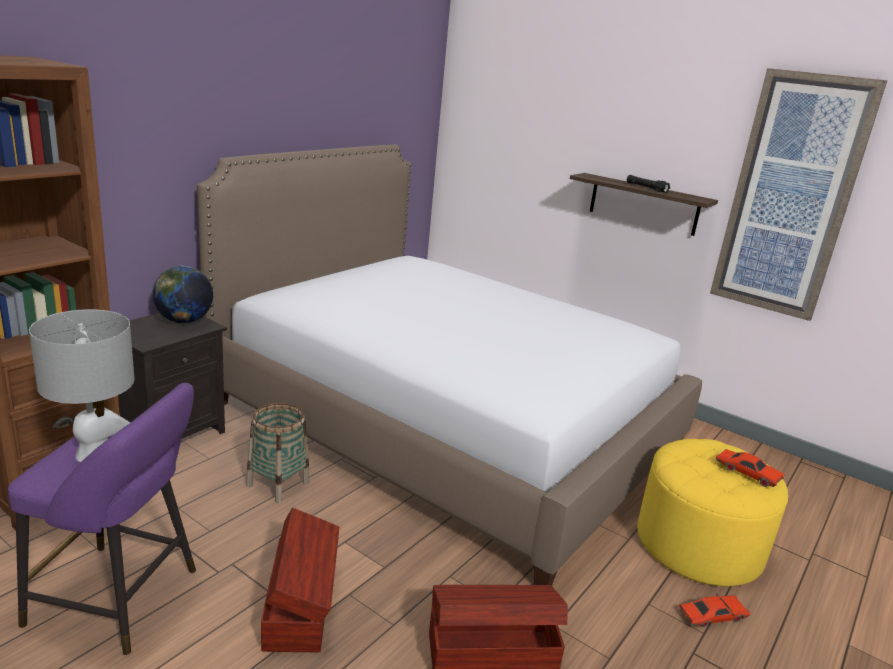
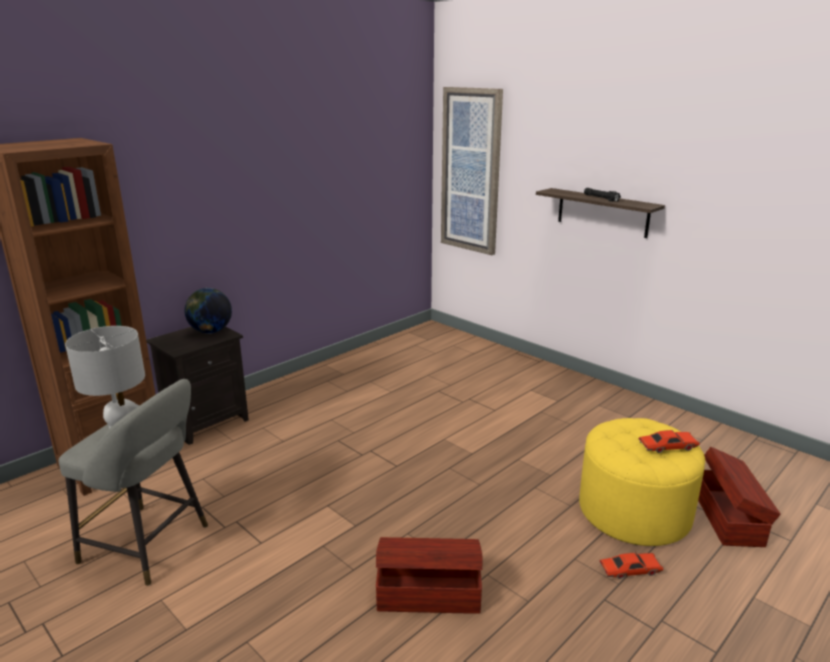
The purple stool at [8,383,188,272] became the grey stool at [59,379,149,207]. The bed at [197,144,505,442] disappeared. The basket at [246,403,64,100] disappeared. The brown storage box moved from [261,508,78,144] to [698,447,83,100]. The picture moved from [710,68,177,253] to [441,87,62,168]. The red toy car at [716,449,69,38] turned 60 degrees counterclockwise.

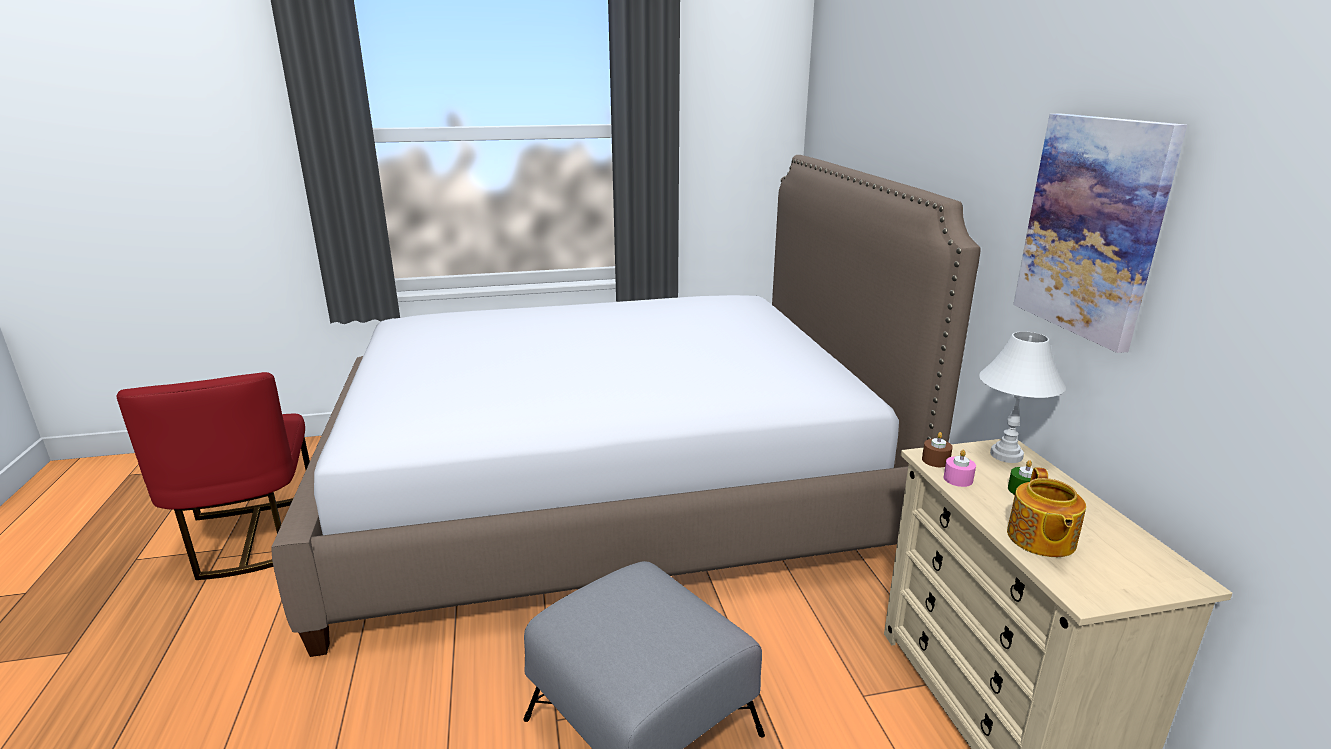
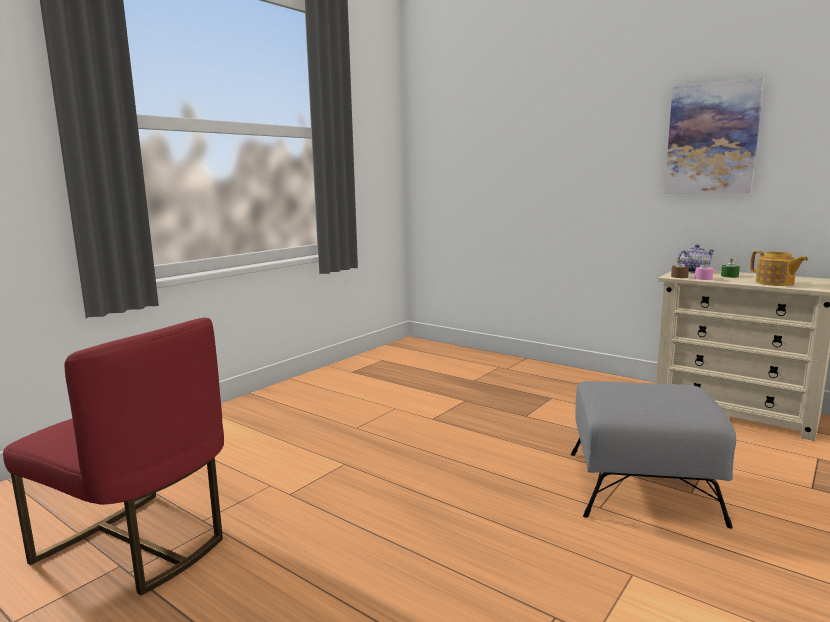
The bed at [271,155,710,502] disappeared. The white table lamp at [979,331,87,132] was replaced by the teapot at [677,244,38,28].

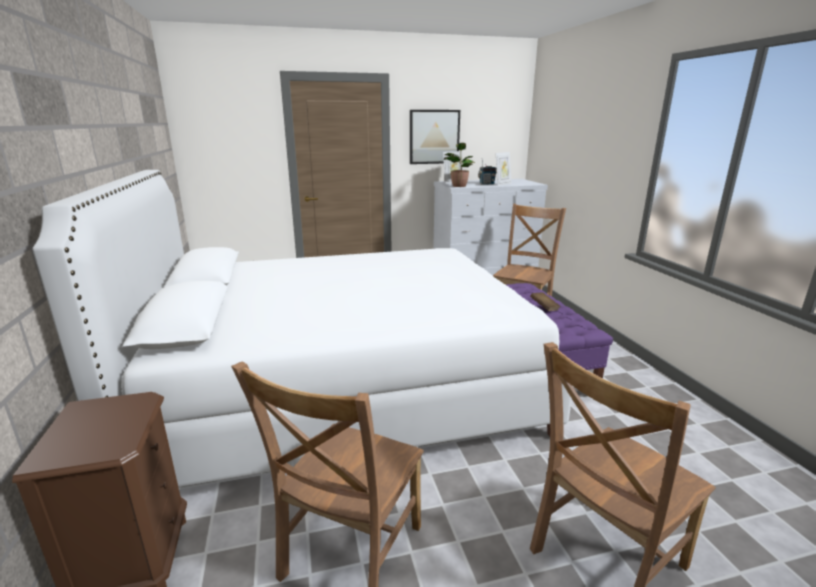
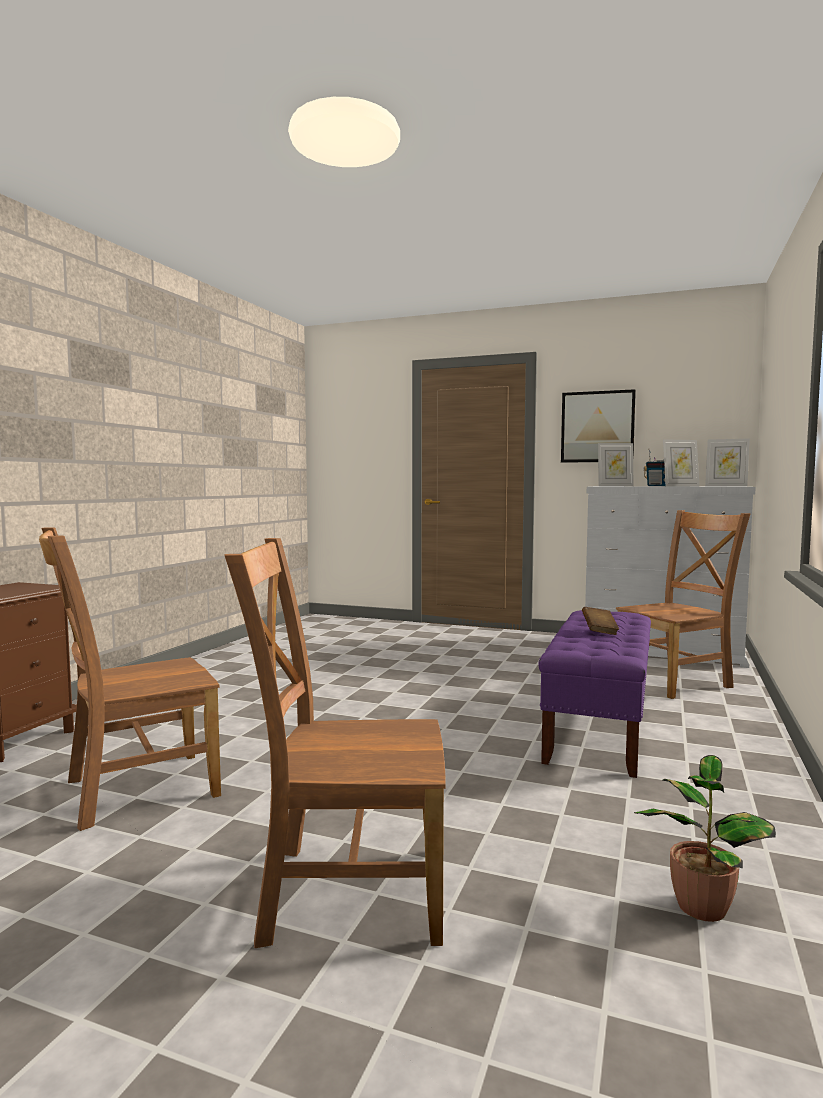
The white bed at [32,170,542,317] disappeared. The potted plant moved from [444,143,31,44] to [634,755,142,167]. The picture frame at [705,438,45,48] appeared.

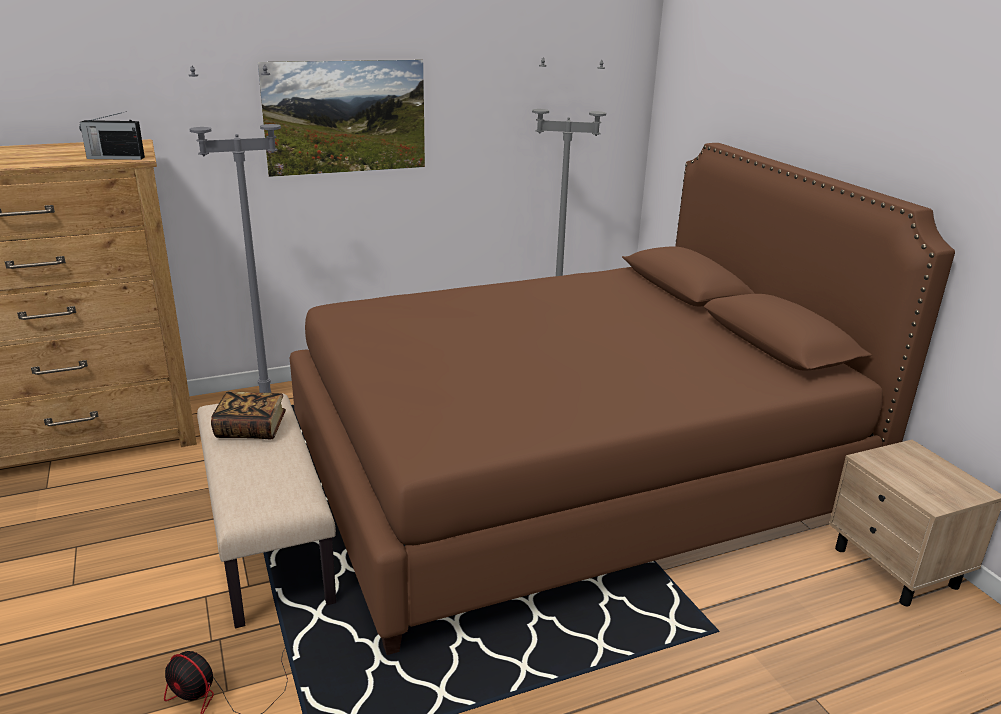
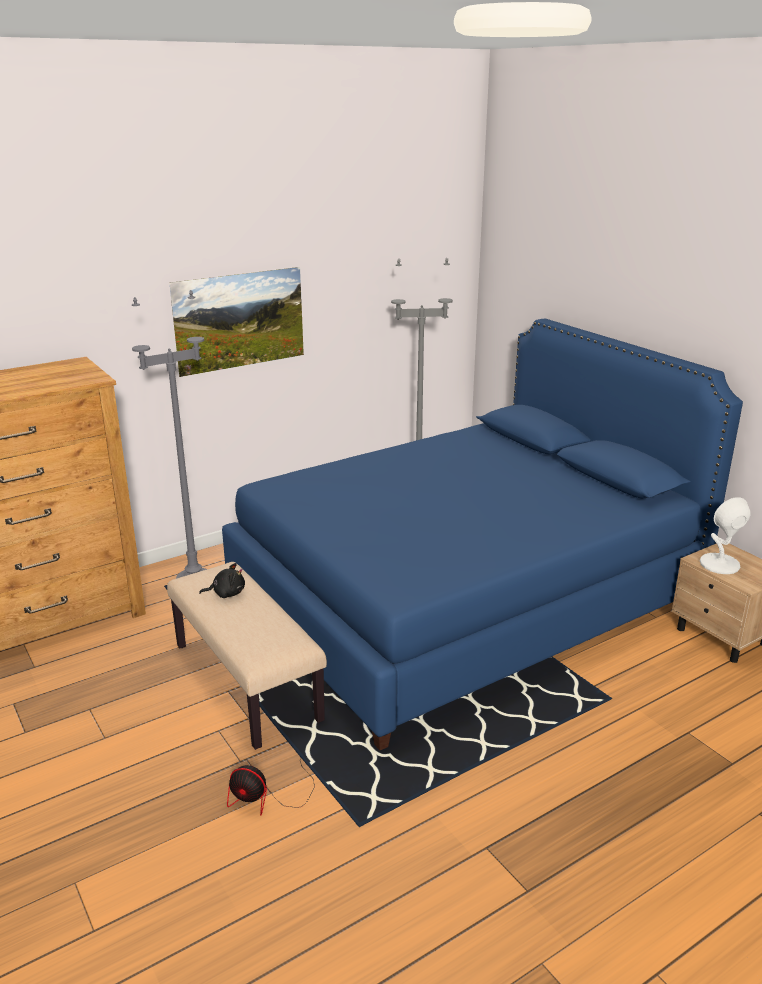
The radio at [79,111,66,49] disappeared. The book at [211,391,75,49] was replaced by the black plush toy at [199,563,46,35]. The brown bed at [290,143,665,512] became the blue bed at [222,319,521,431]. The white table lamp at [700,497,51,77] appeared.

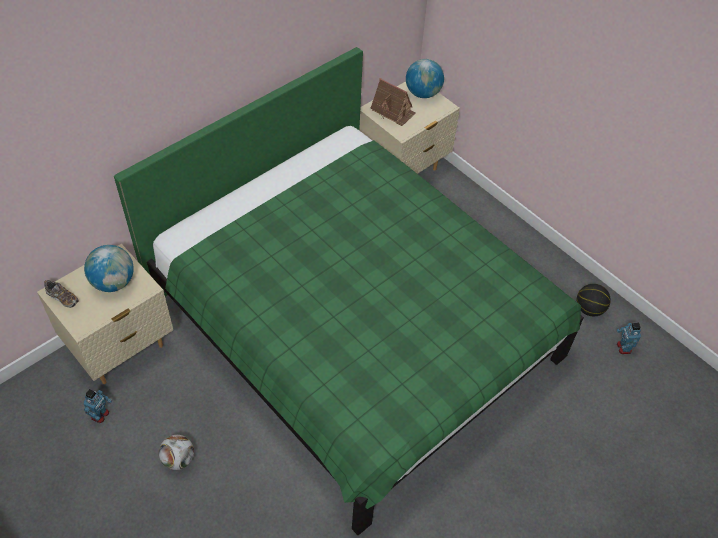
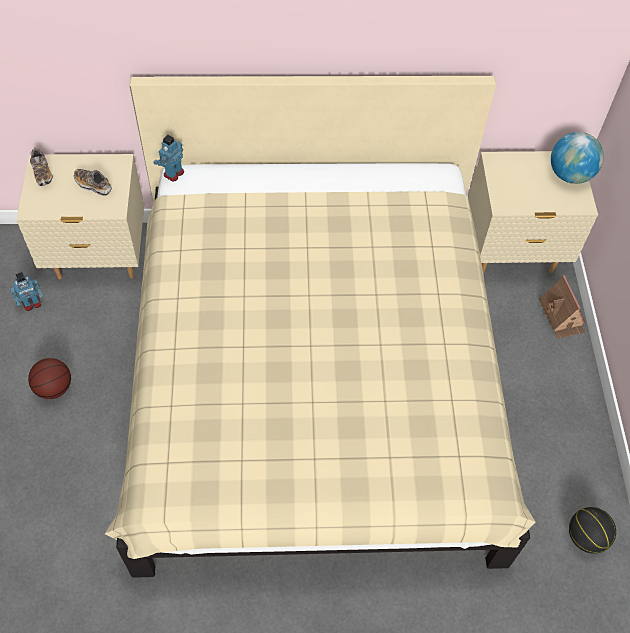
The globe at [84,245,50,47] was replaced by the shoe at [74,169,38,27]. The green bed at [114,47,470,488] became the beige bed at [105,76,430,502]. The football at [159,435,35,35] was replaced by the basketball at [28,358,43,41]. The toy house moved from [370,78,46,48] to [539,275,47,63]. The toy robot moved from [617,322,24,32] to [153,135,31,47].

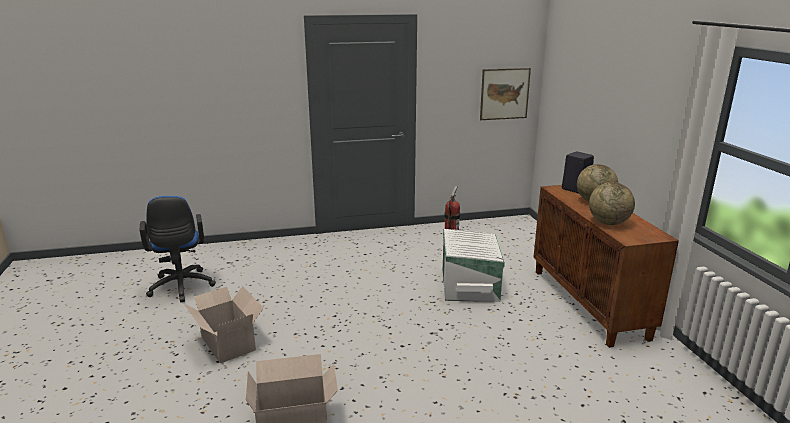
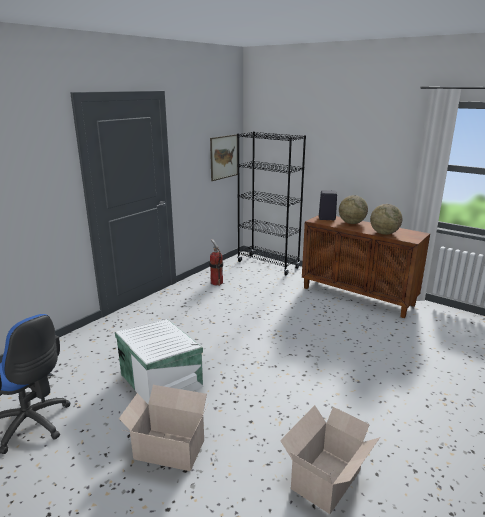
The white storage box moved from [443,229,62,73] to [115,319,88,85]. The black bookcase at [237,131,69,144] appeared.

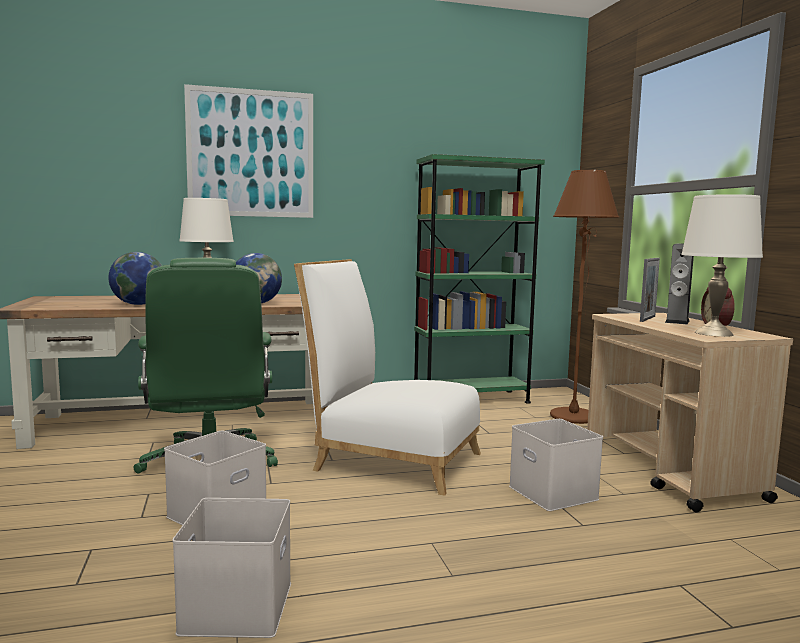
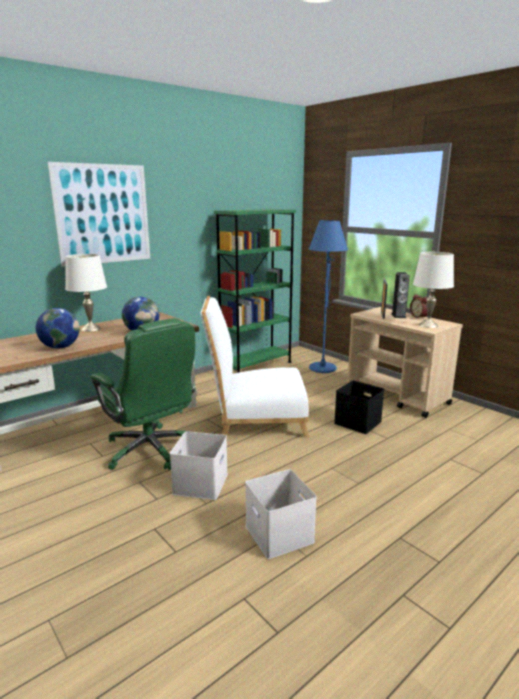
The white storage box at [509,419,94,92] became the black storage box at [334,380,50,54]. The brown floor lamp at [550,170,69,254] became the blue floor lamp at [309,220,39,153].

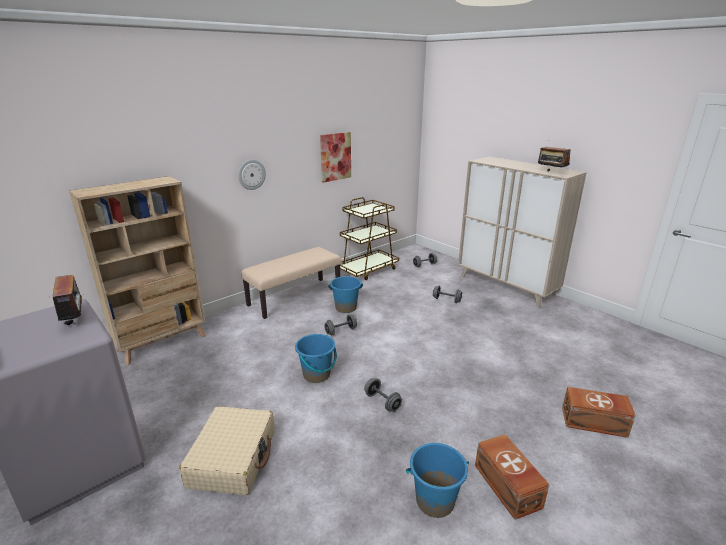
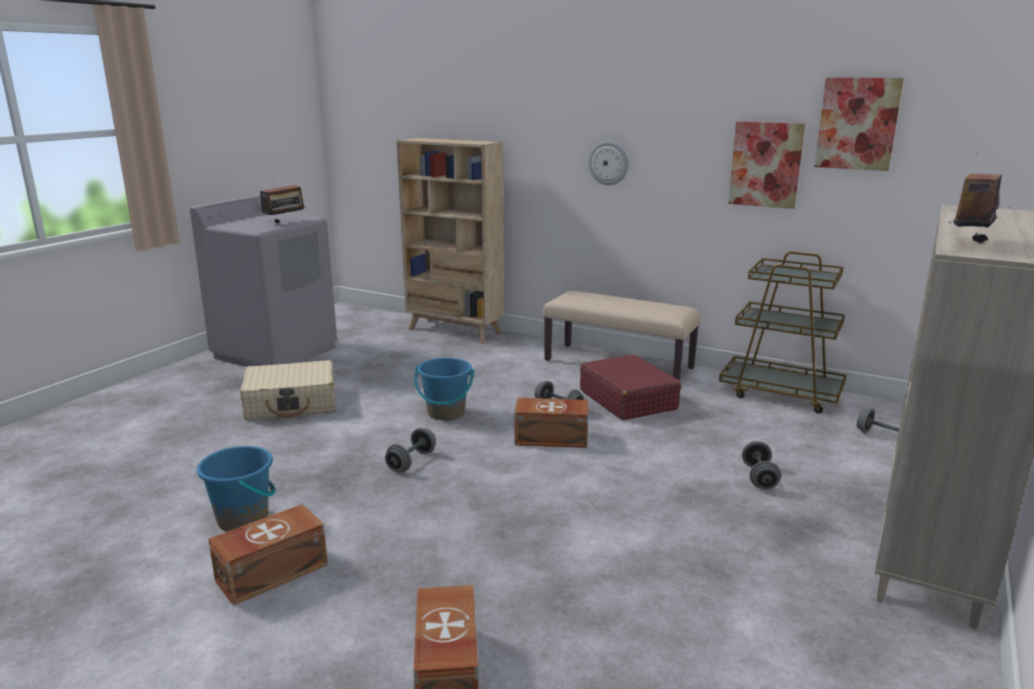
The blue bucket at [328,276,35,37] was replaced by the red suitcase at [580,354,101,66]. The brown storage box at [514,398,74,50] appeared. The picture at [814,78,90,93] appeared.

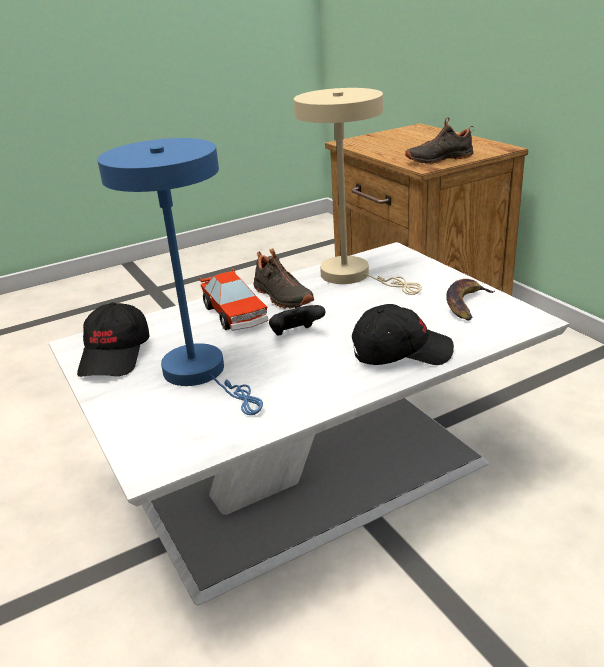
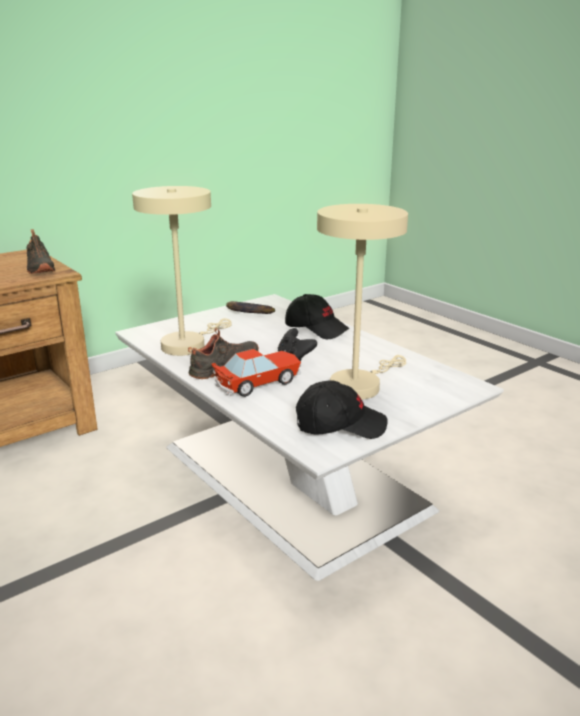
The blue table lamp at [97,138,166,277] became the beige table lamp at [317,204,91,196]. The black cap at [352,304,102,61] turned 135 degrees clockwise.

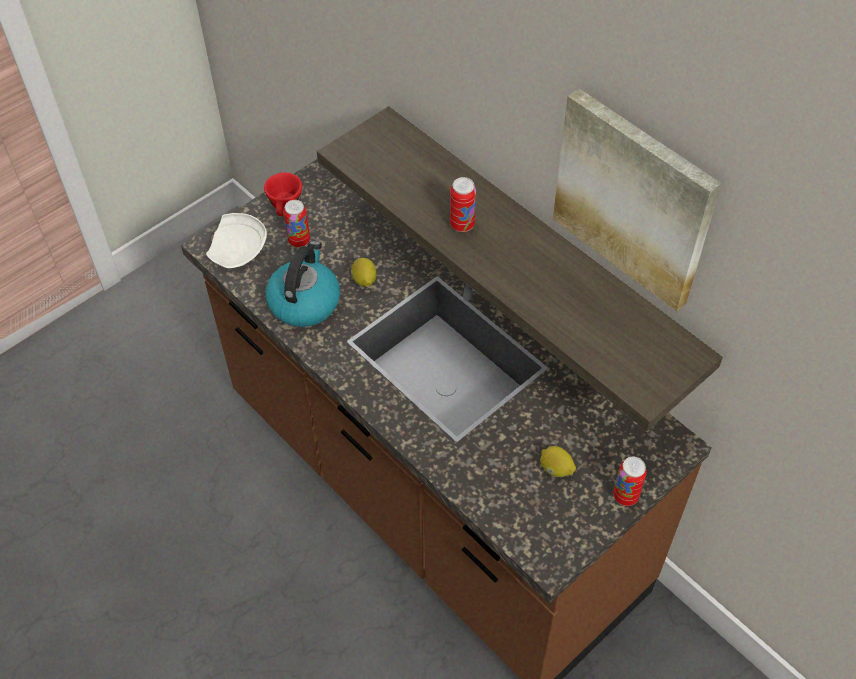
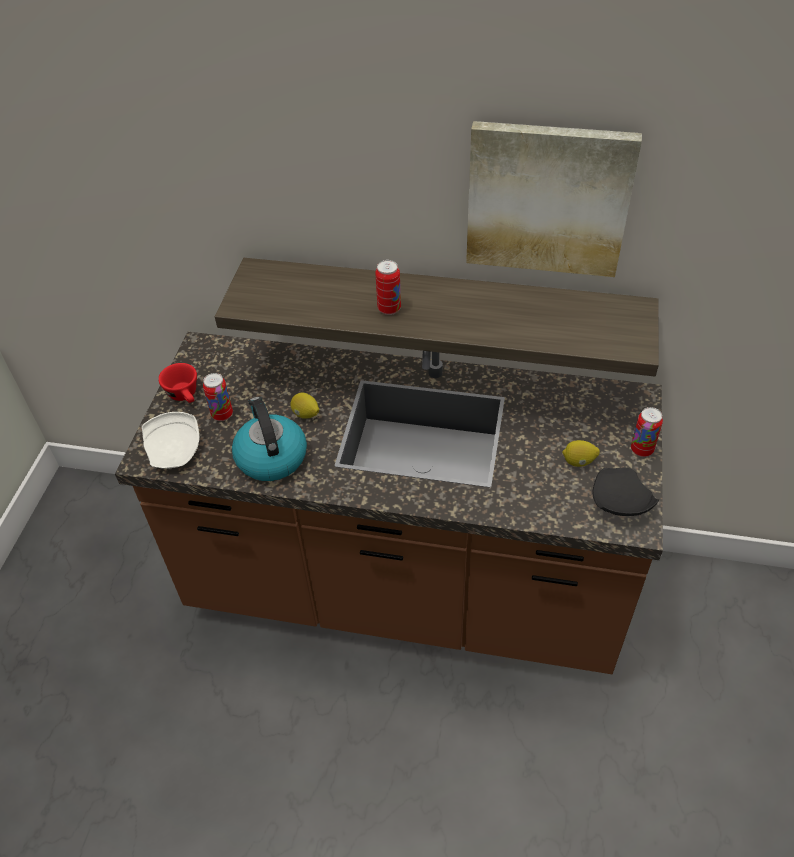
The black plate at [592,468,67,48] appeared.

